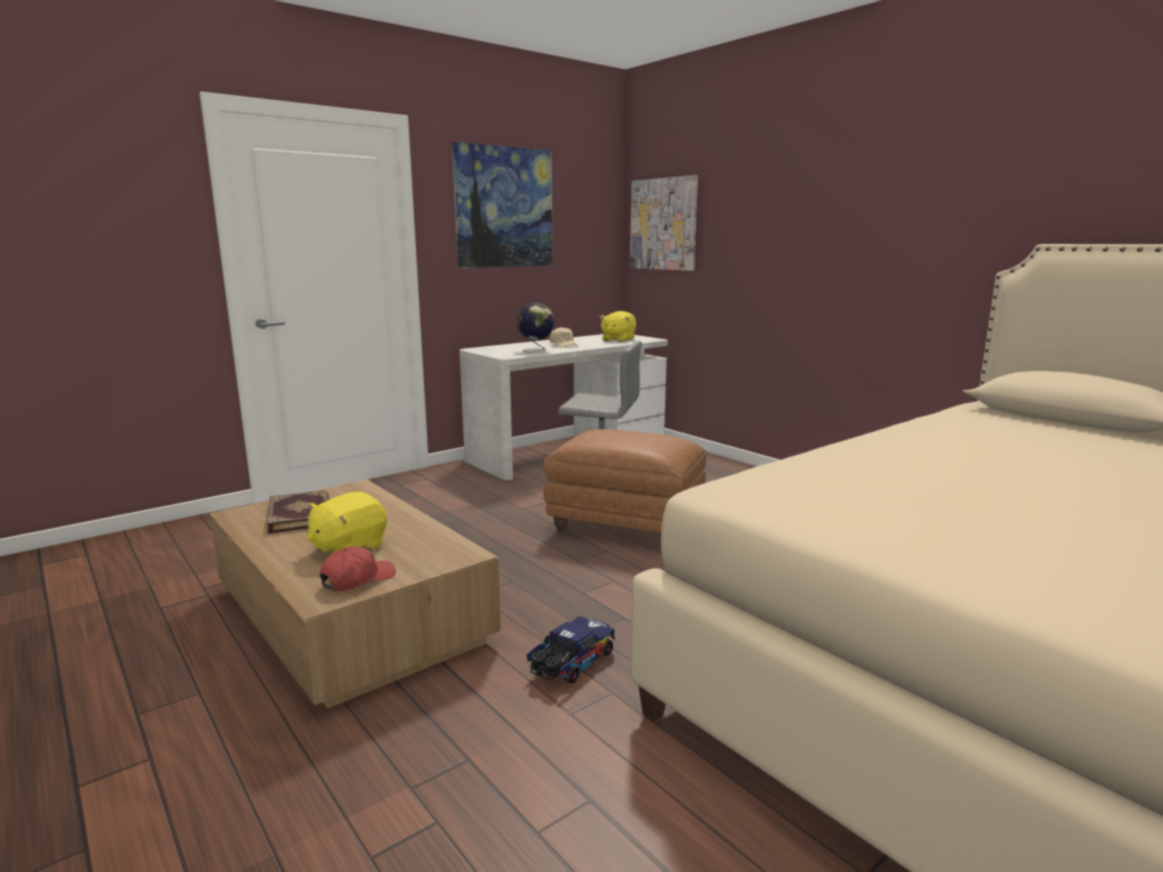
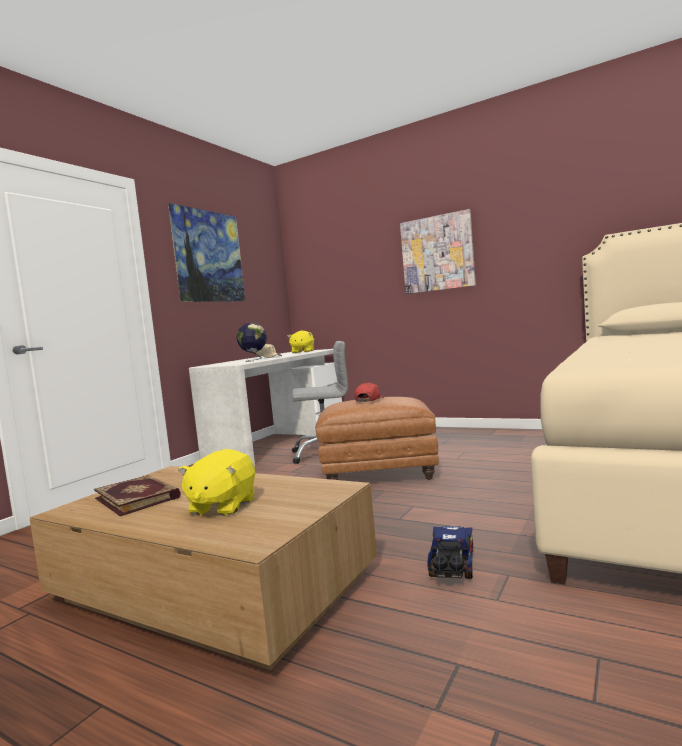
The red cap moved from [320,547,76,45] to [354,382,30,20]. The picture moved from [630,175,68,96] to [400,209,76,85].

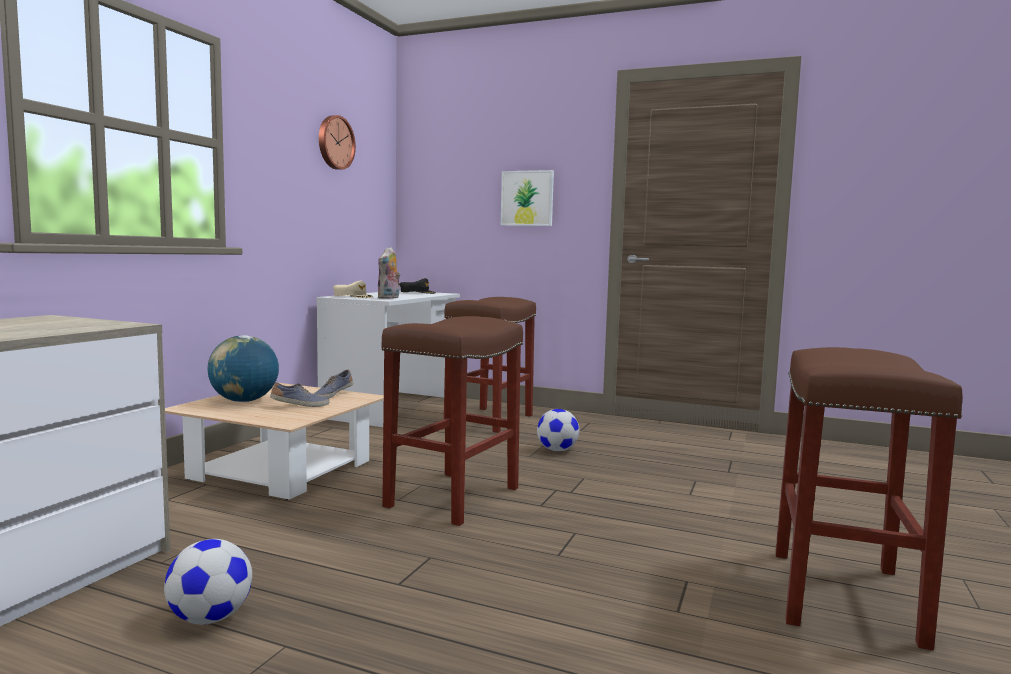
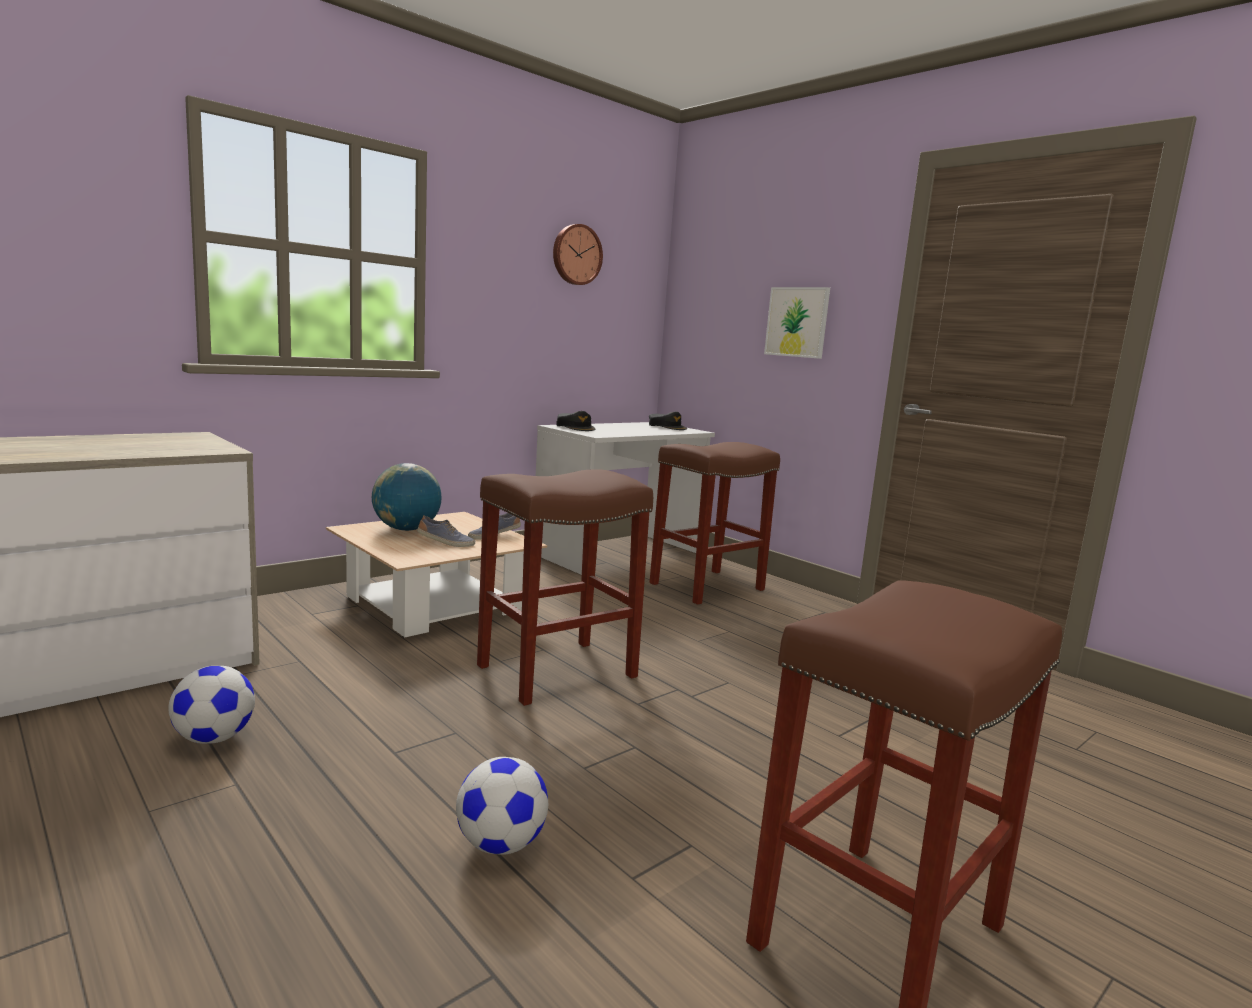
The beige cap at [333,281,40,17] became the black cap at [556,411,39,20]. The plush toy at [378,247,22,52] disappeared. The football moved from [537,409,42,42] to [456,757,92,98].

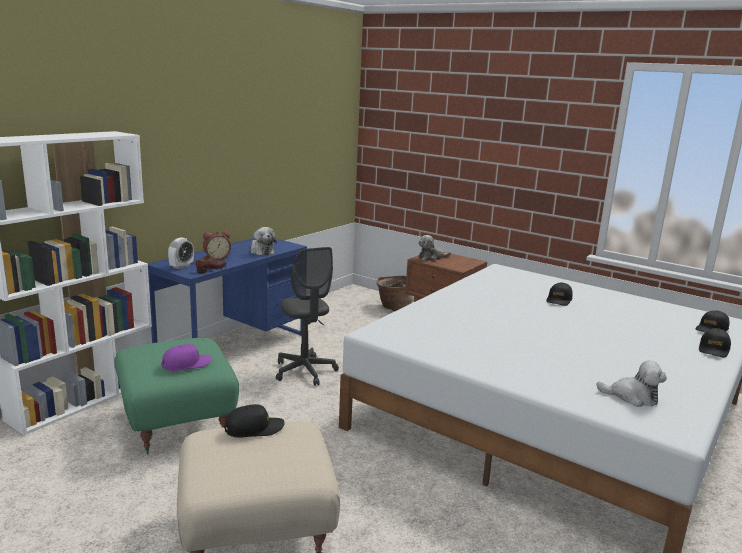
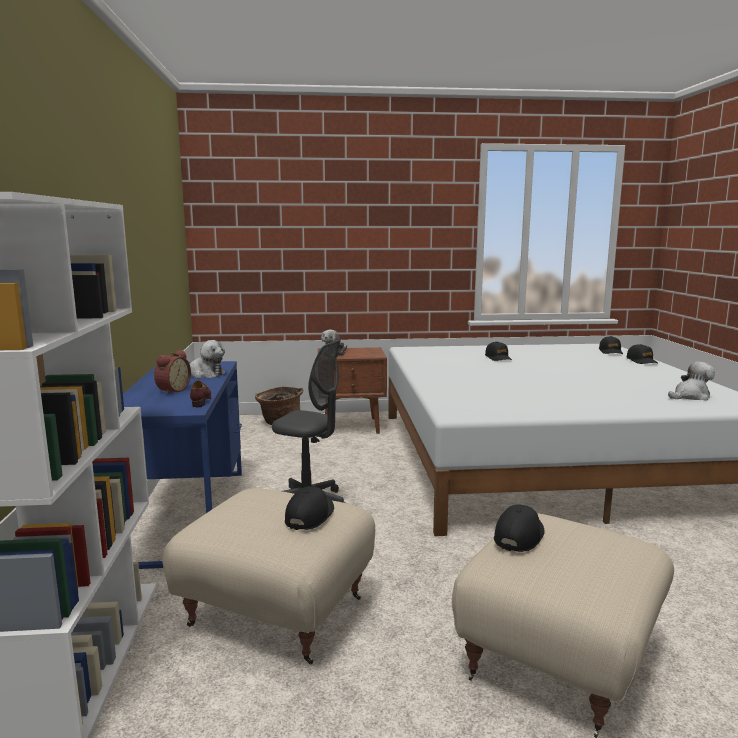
The green ottoman at [114,338,125,117] became the beige ottoman at [162,488,213,176]. The purple cap at [161,344,51,27] became the black cap at [285,486,49,44]. The alarm clock at [168,237,26,32] disappeared.

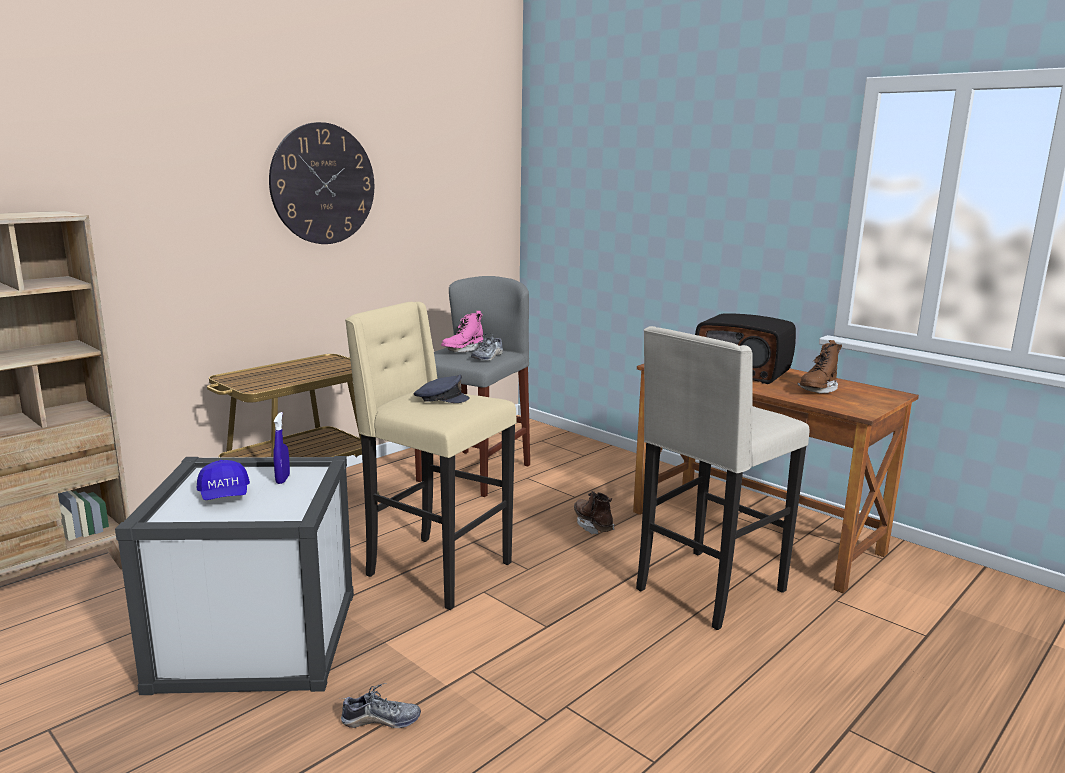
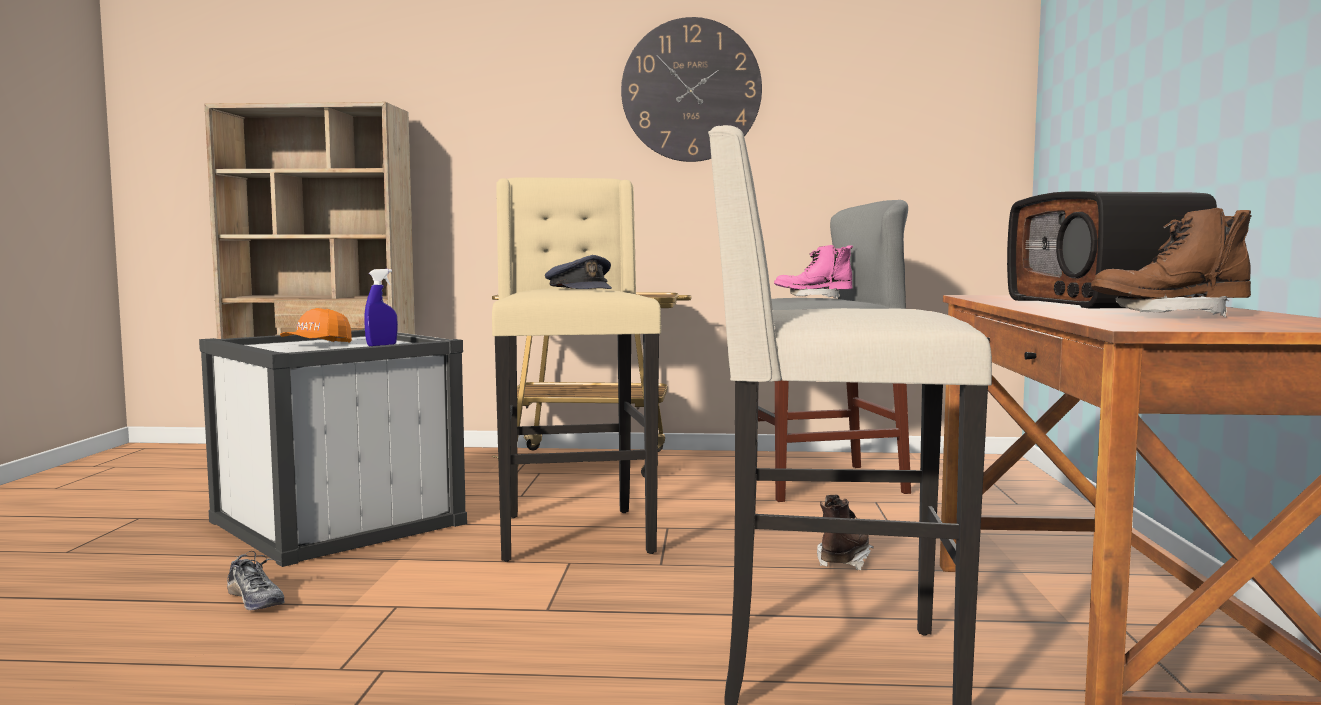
The blue cap at [197,460,53,40] became the orange cap at [280,308,72,34]. The shoe at [471,333,32,28] disappeared.

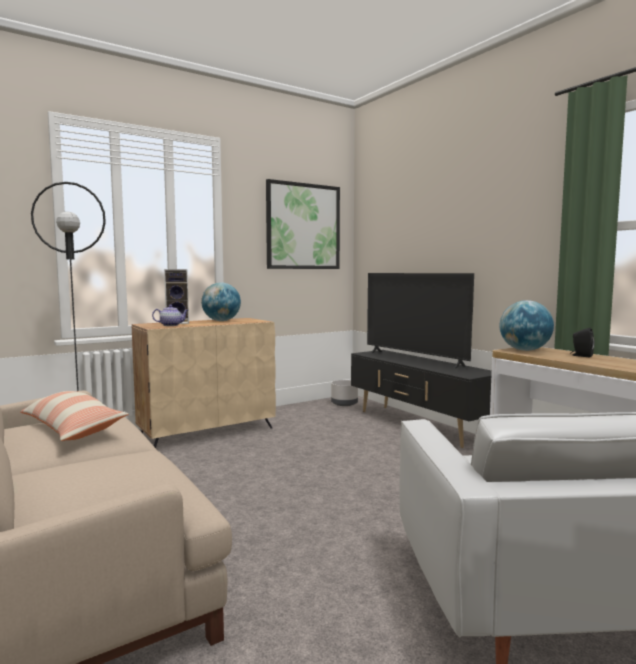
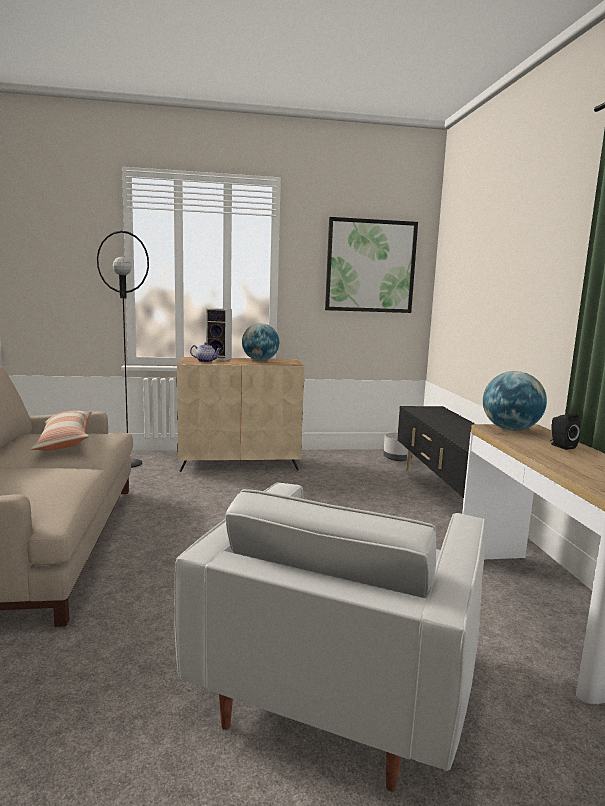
The television at [367,273,107,95] disappeared.

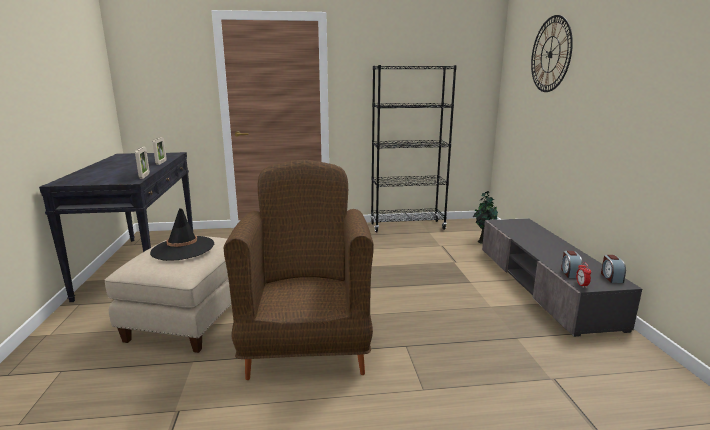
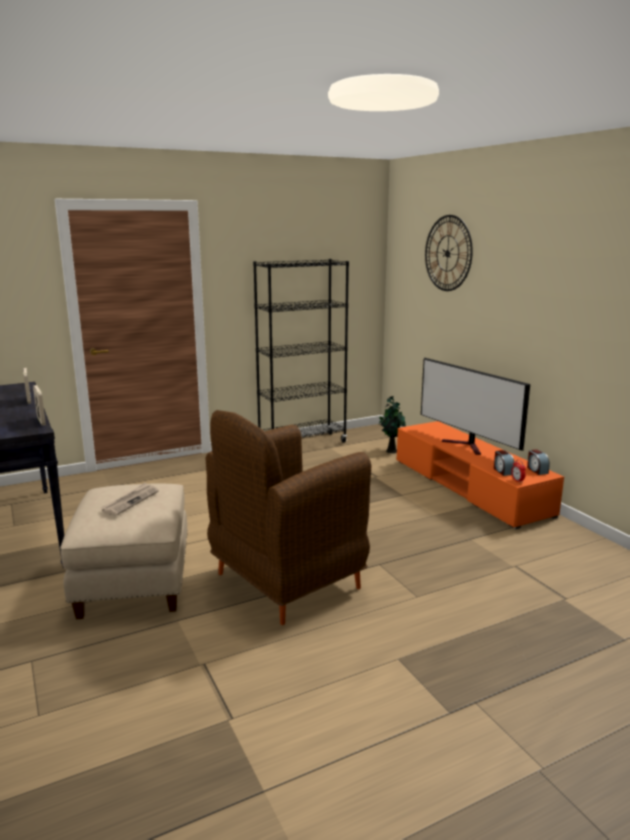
The black hat at [150,208,64,53] was replaced by the newspaper at [101,483,58,33]. The brown armchair at [224,160,150,220] turned 105 degrees counterclockwise. The grey tv stand at [482,218,160,119] became the orange tv stand at [397,421,167,108]. The television at [421,358,109,97] appeared.

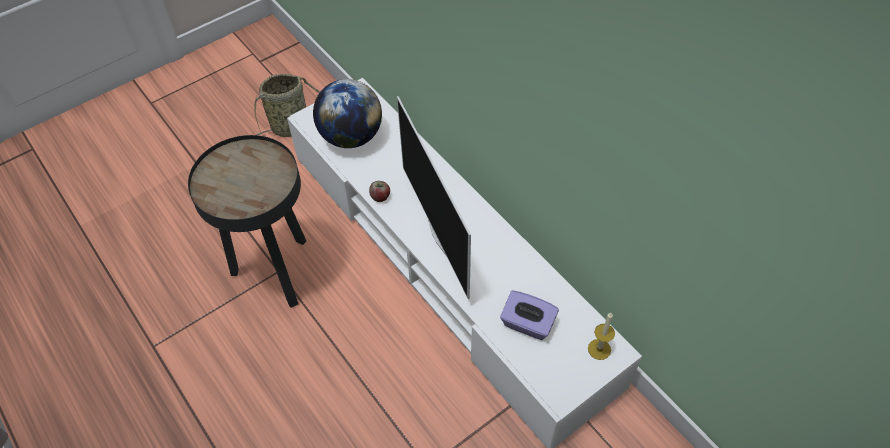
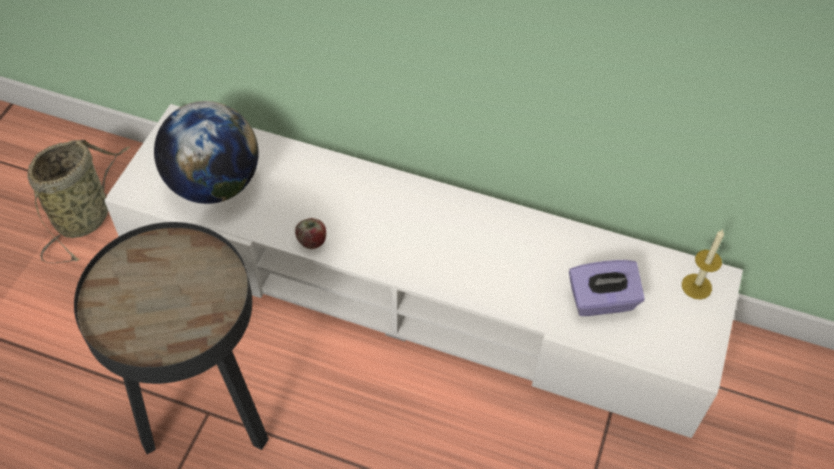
The television at [397,96,74,203] disappeared.

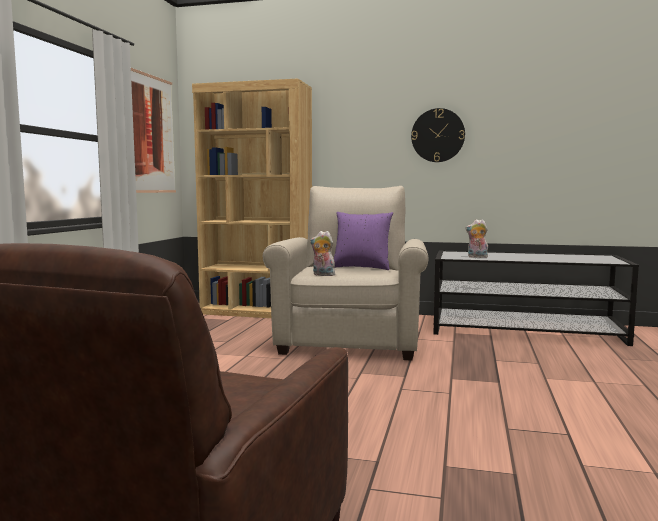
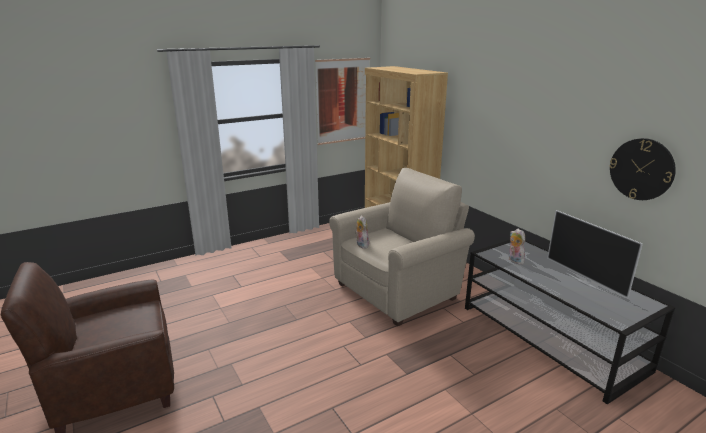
The purple pillow at [334,212,59,58] disappeared. The wall clock moved from [411,108,54,54] to [609,138,67,62]. The television at [547,210,96,88] appeared.

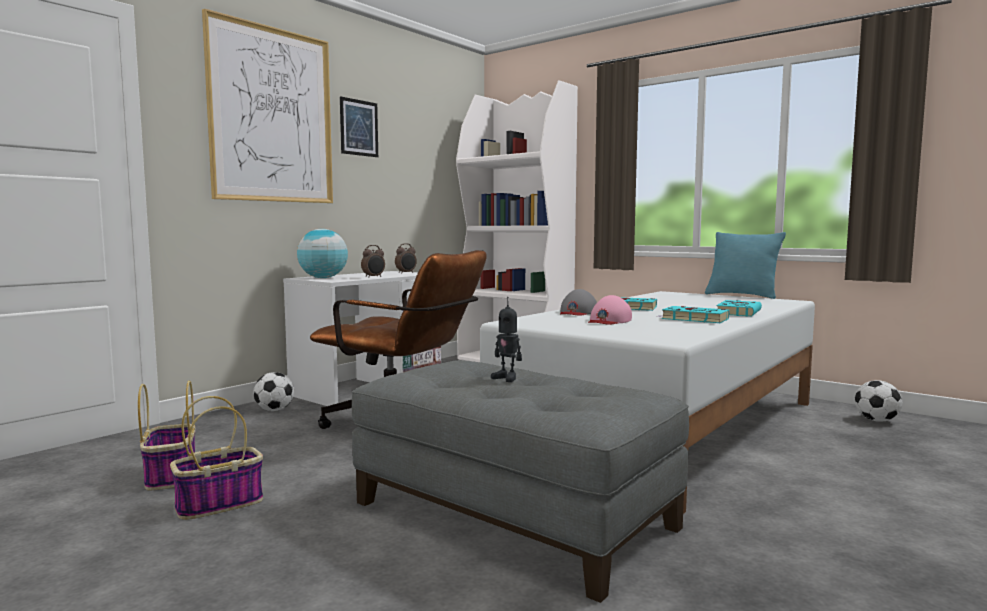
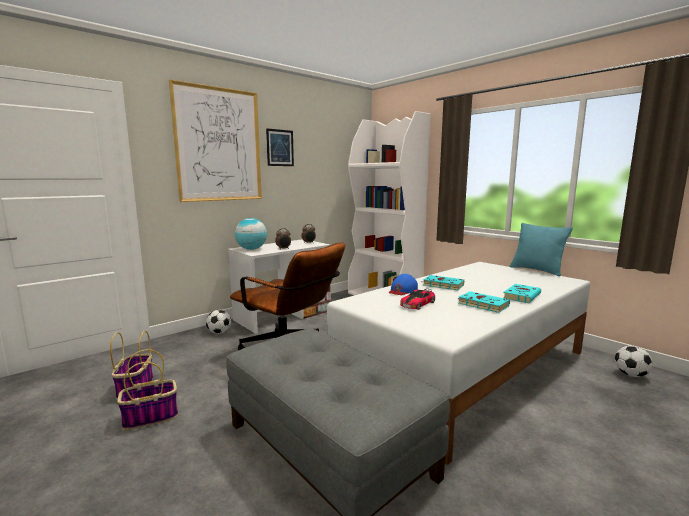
The toy robot at [491,297,31,85] disappeared. The grey cap at [560,289,37,27] became the blue cap at [389,274,29,21]. The pink cap at [588,295,44,30] was replaced by the toy car at [400,289,35,21].

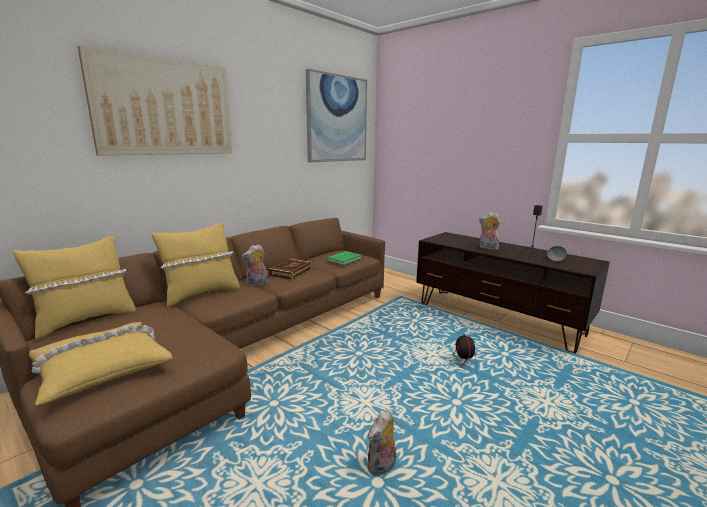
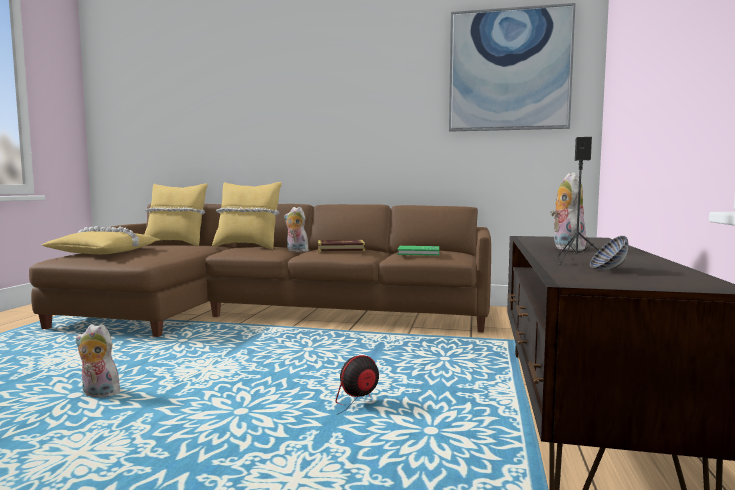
The picture at [77,45,155,111] disappeared.

